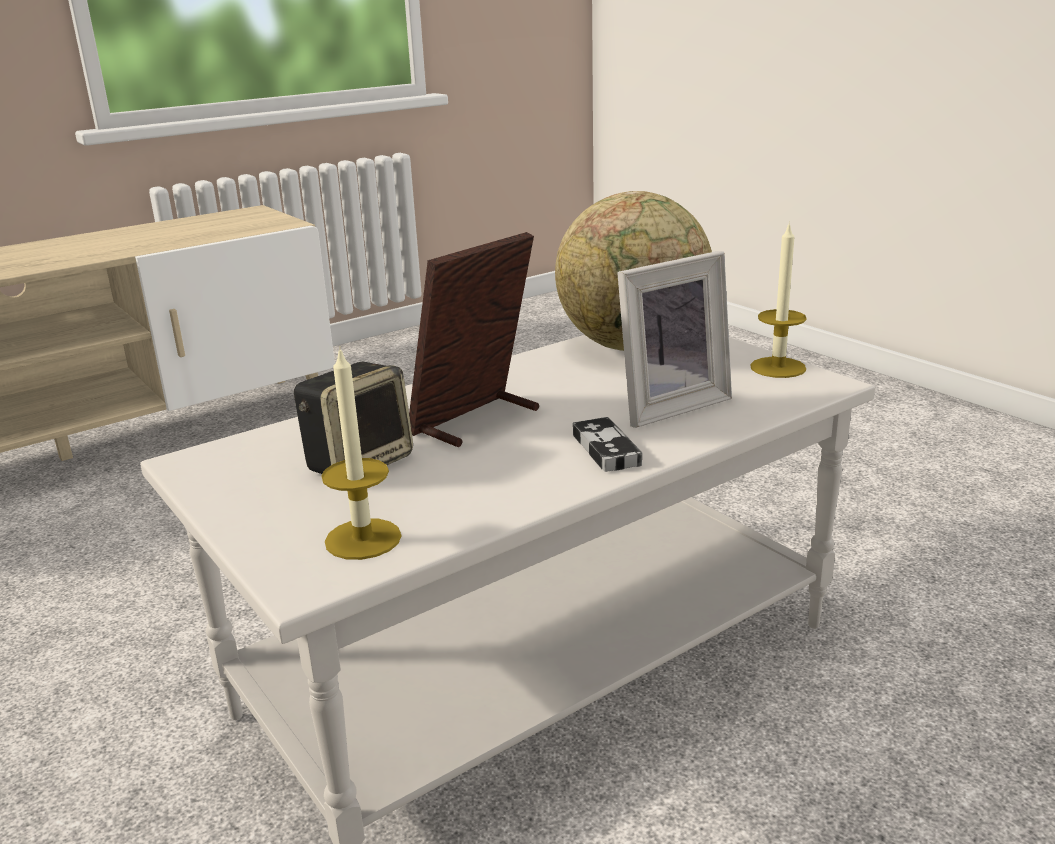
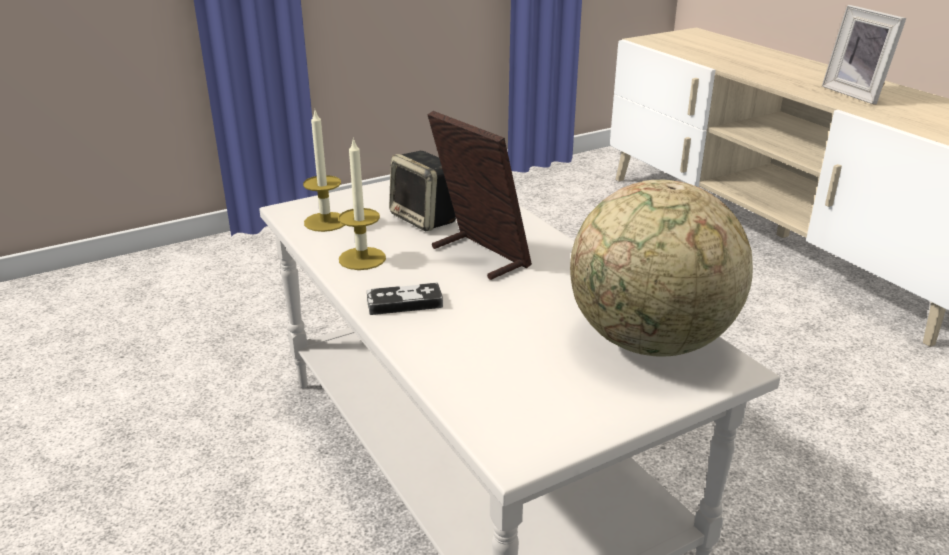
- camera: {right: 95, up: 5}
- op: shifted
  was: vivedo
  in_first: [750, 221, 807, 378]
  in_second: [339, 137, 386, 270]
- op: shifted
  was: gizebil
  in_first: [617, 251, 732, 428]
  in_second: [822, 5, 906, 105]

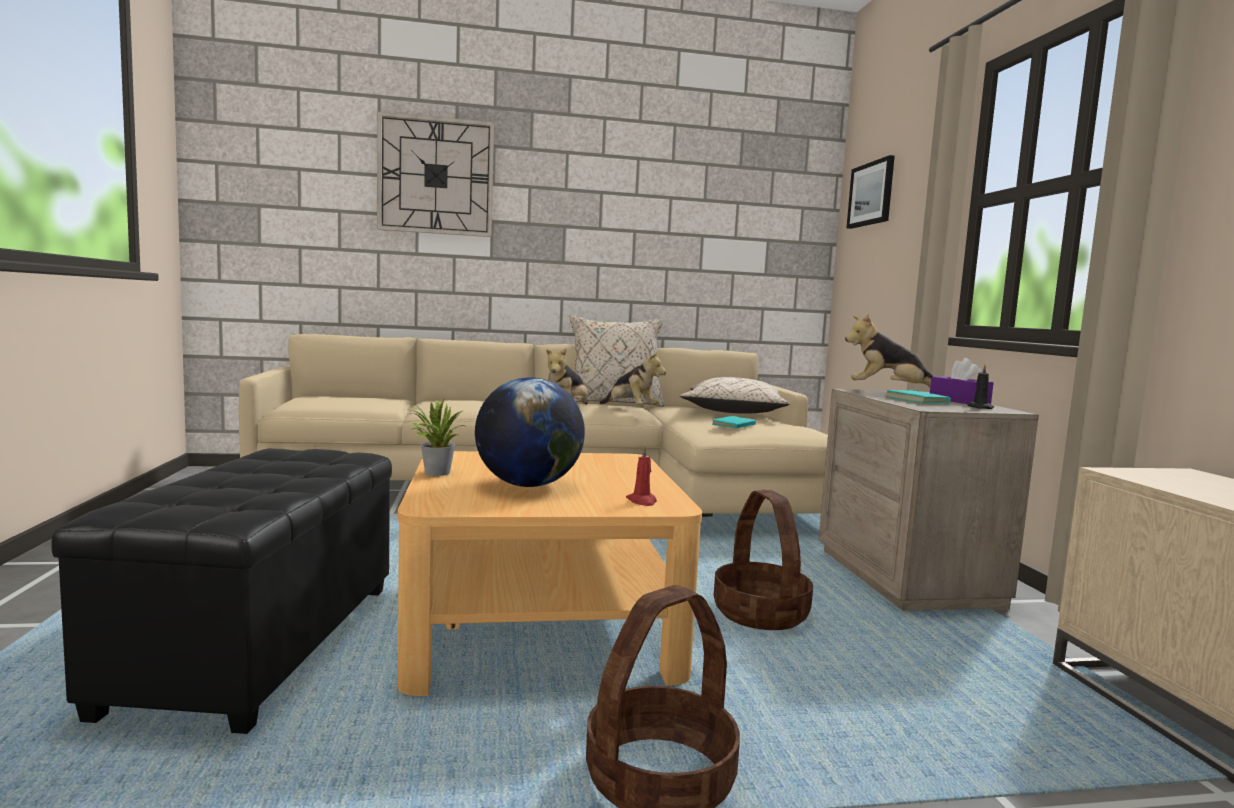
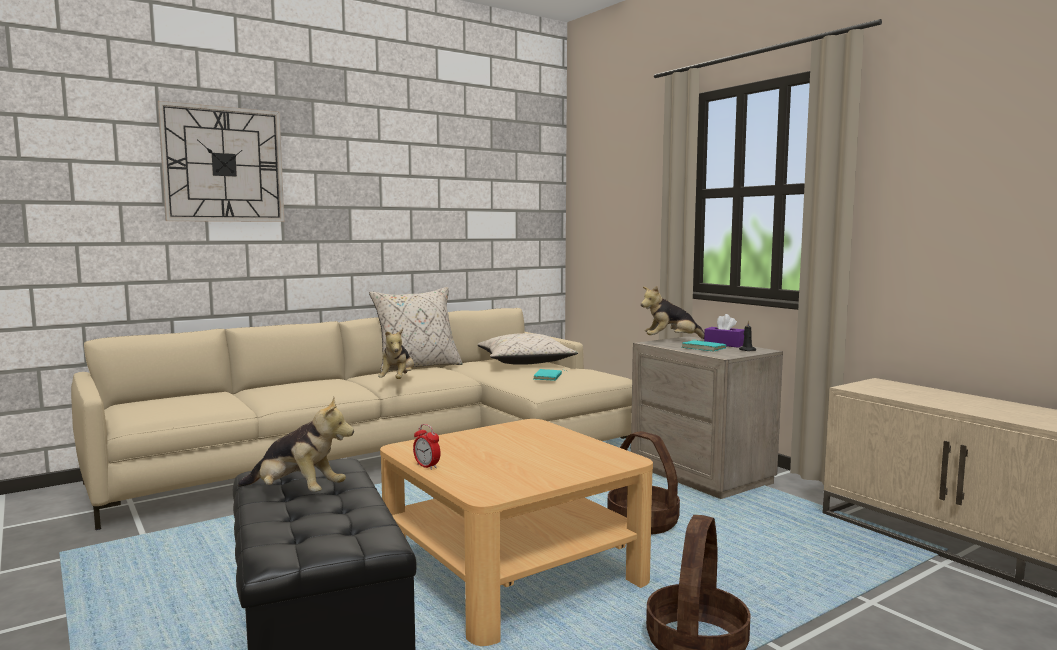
- camera: {right: -25, up: 0}
- op: gone
  was: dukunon
  in_first: [847, 155, 895, 229]
- op: shifted
  was: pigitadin
  in_first: [599, 351, 666, 404]
  in_second: [238, 397, 354, 492]
- op: gone
  was: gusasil
  in_first: [475, 377, 585, 487]
- op: swapped
  was: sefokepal
  now: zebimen
  in_first: [405, 399, 465, 476]
  in_second: [413, 424, 441, 470]
- op: gone
  was: red_vivedo
  in_first: [626, 446, 657, 506]

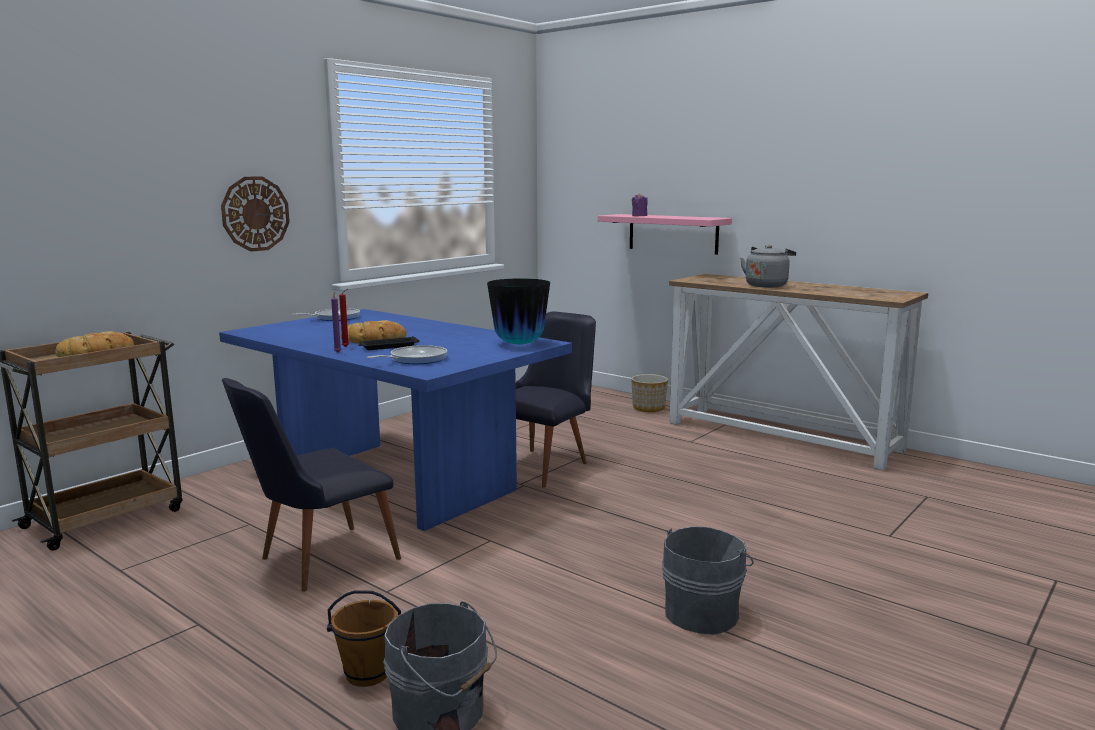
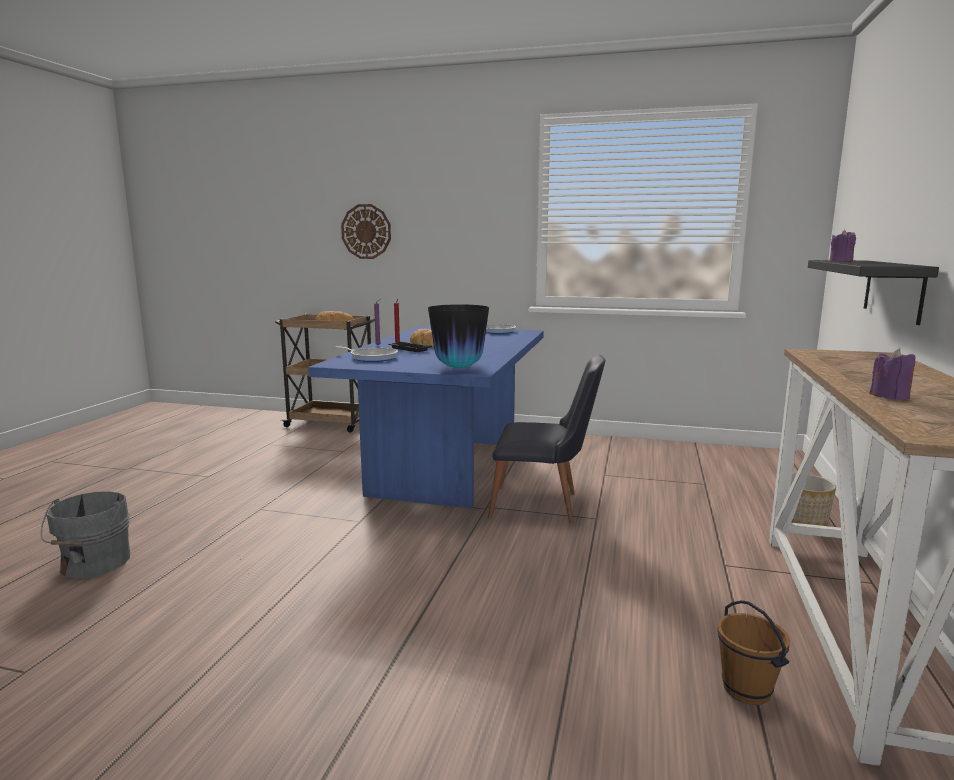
- camera: {right: 65, up: 0}
- op: shifted
  was: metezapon
  in_first: [221, 177, 290, 252]
  in_second: [341, 204, 391, 259]
- op: repainted
  was: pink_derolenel
  now: black_derolenel
  in_first: [598, 214, 732, 255]
  in_second: [808, 260, 939, 325]
- op: gone
  was: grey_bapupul
  in_first: [740, 245, 796, 288]
- op: gone
  was: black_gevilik
  in_first: [222, 378, 401, 592]
- op: gone
  was: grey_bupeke
  in_first: [662, 526, 754, 635]
- op: shifted
  was: brown_bupeke
  in_first: [327, 590, 401, 687]
  in_second: [717, 600, 790, 705]
- op: new
  now: purple_vivedo
  in_second: [870, 348, 916, 400]

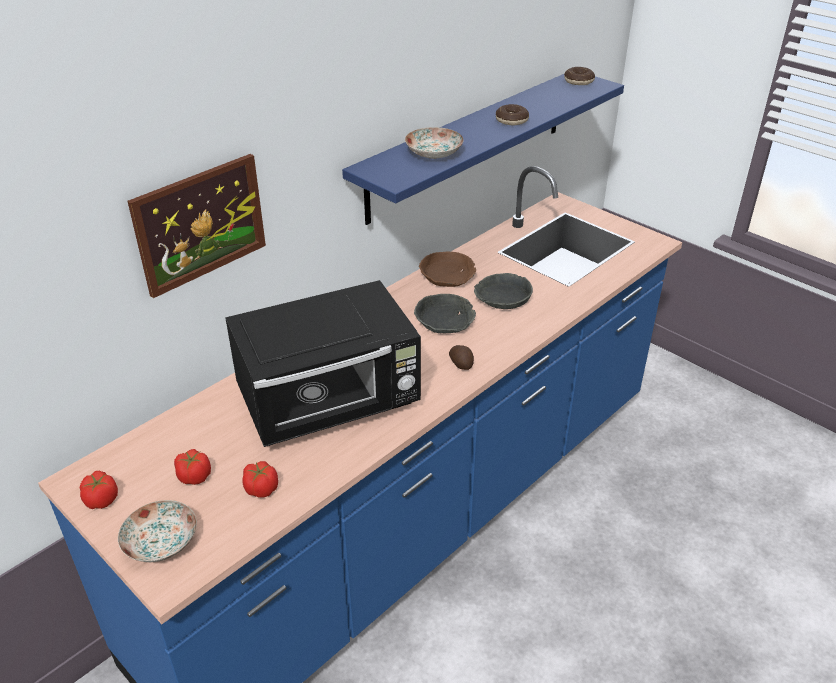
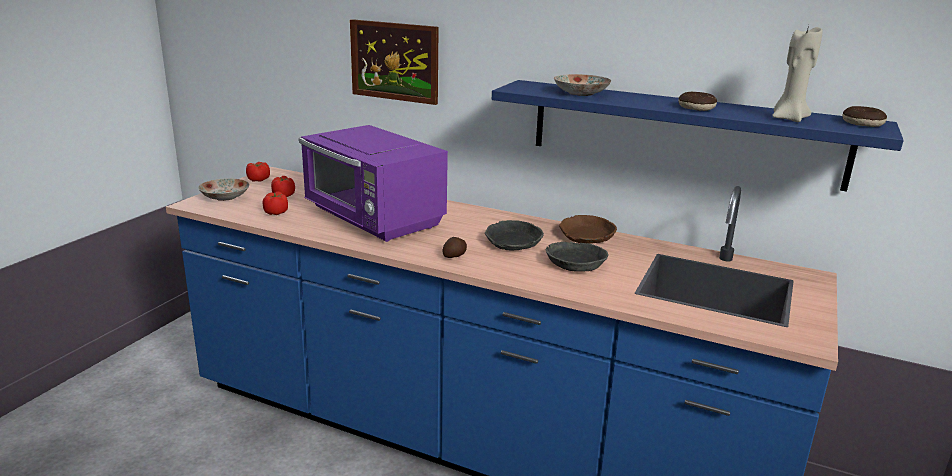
- camera: {right: 70, up: -15}
- op: repainted
  was: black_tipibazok
  now: purple_tipibazok
  in_first: [225, 280, 421, 447]
  in_second: [299, 125, 448, 242]
- op: new
  now: beige_vivedo
  in_second: [772, 25, 823, 122]

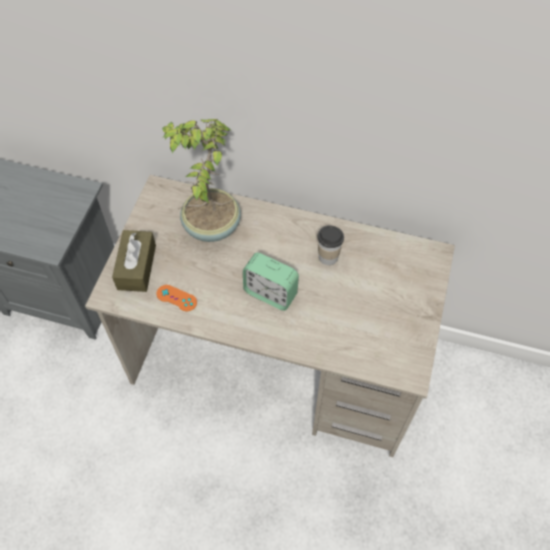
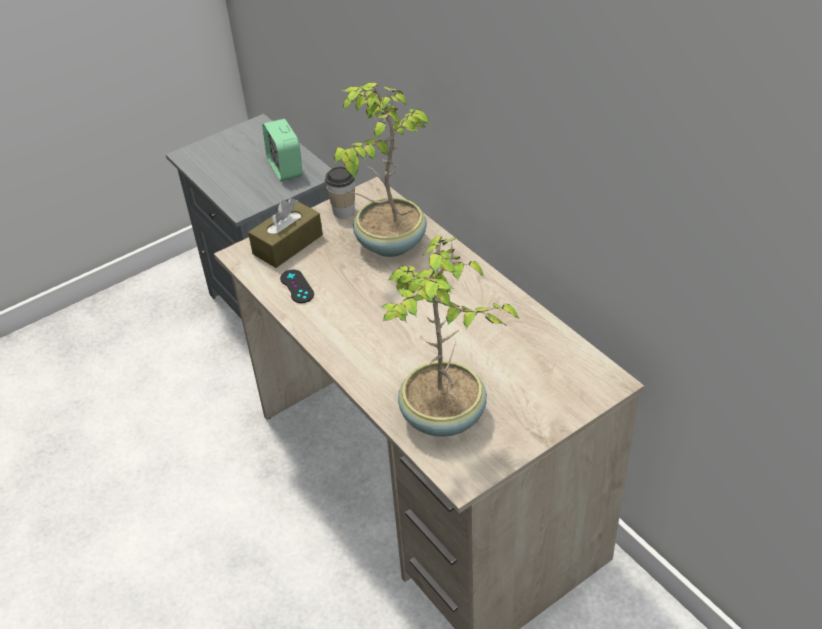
- camera: {right: 40, up: -15}
- op: shifted
  was: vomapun
  in_first: [318, 225, 344, 265]
  in_second: [325, 167, 355, 218]
- op: shifted
  was: zebimen
  in_first: [243, 253, 299, 311]
  in_second: [263, 119, 303, 181]
- op: repainted
  was: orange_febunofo
  now: black_febunofo
  in_first: [156, 285, 197, 311]
  in_second: [280, 270, 314, 303]
- op: new
  now: sefokepal
  in_second: [380, 235, 520, 437]

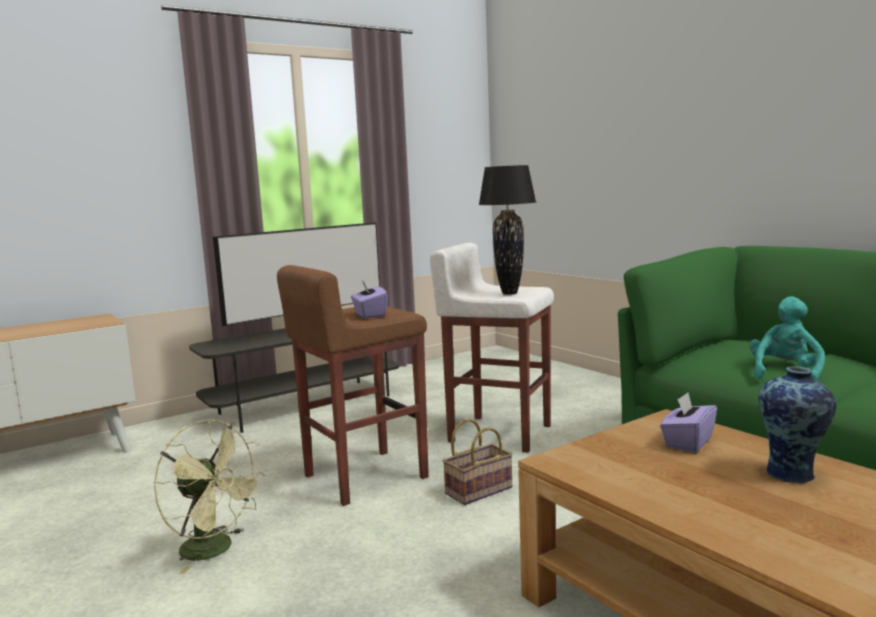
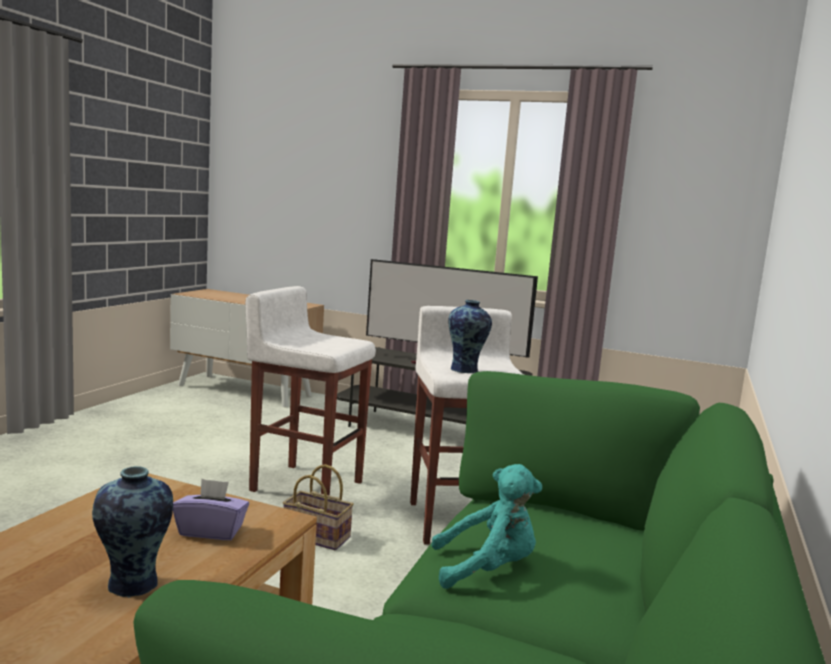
- camera: {right: 55, up: 0}
- op: swapped
  was: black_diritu
  now: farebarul
  in_first: [479, 165, 536, 295]
  in_second: [448, 300, 492, 373]
- op: repainted
  was: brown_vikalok
  now: white_vikalok
  in_first: [277, 265, 429, 506]
  in_second: [245, 286, 376, 496]
- op: gone
  was: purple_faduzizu
  in_first: [351, 281, 388, 318]
- op: gone
  was: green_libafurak
  in_first: [154, 419, 266, 574]

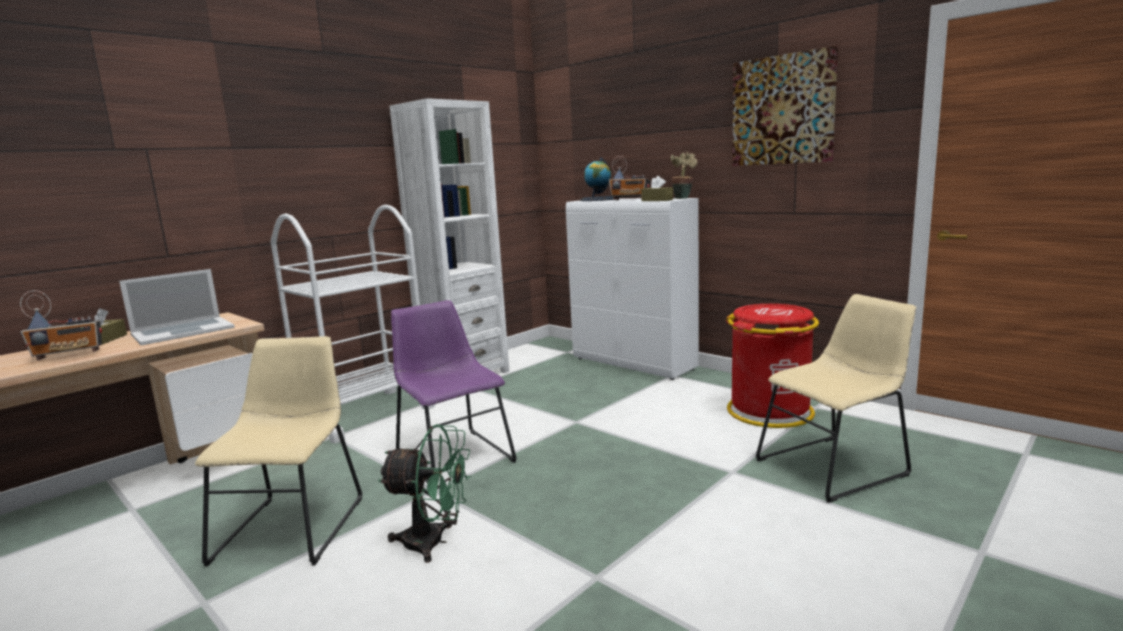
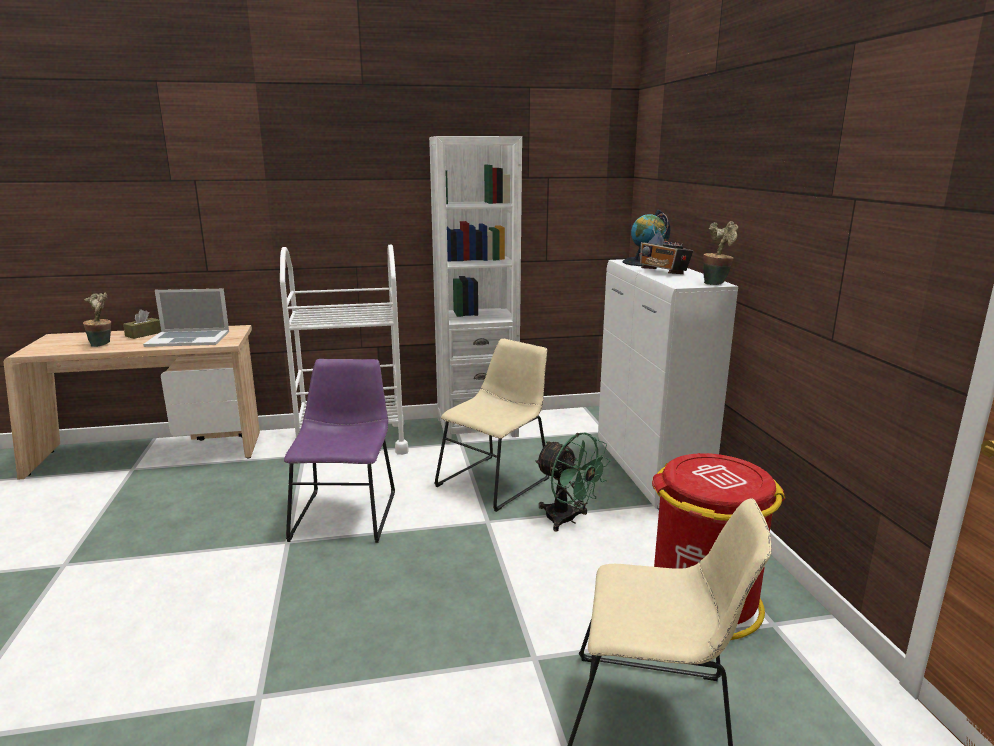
- camera: {right: 35, up: 5}
- op: gone
  was: dukunon
  in_first: [732, 46, 838, 166]
- op: gone
  was: brown_faduzizu
  in_first: [641, 176, 673, 201]
- op: swapped
  was: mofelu
  now: sefokepal
  in_first: [20, 290, 102, 361]
  in_second: [83, 293, 111, 347]
- op: shifted
  was: beige_gevilik
  in_first: [195, 336, 362, 567]
  in_second: [434, 338, 549, 512]
- op: shifted
  was: green_libafurak
  in_first: [378, 424, 471, 563]
  in_second: [535, 433, 611, 531]

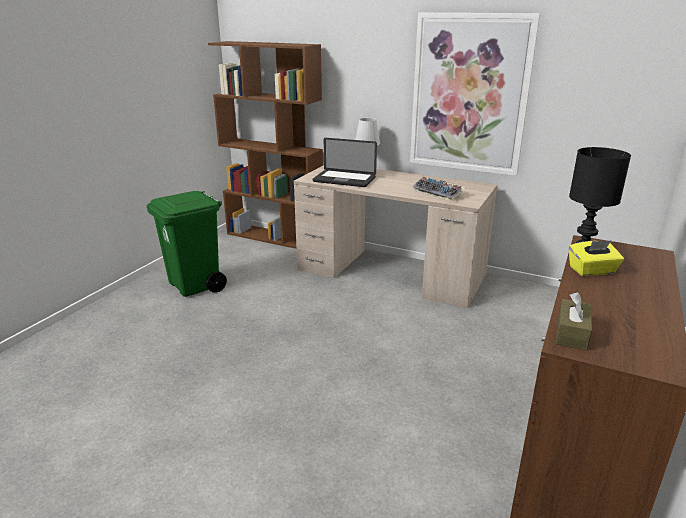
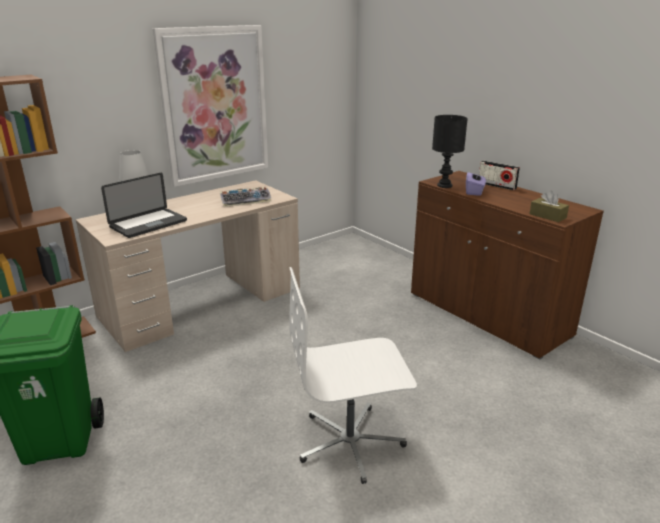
- camera: {right: -65, up: 0}
- op: repainted
  was: yellow_faduzizu
  now: purple_faduzizu
  in_first: [569, 240, 624, 276]
  in_second: [466, 171, 486, 196]
- op: new
  now: mofelu
  in_second: [479, 161, 520, 190]
- op: new
  now: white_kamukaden
  in_second: [289, 267, 417, 484]

